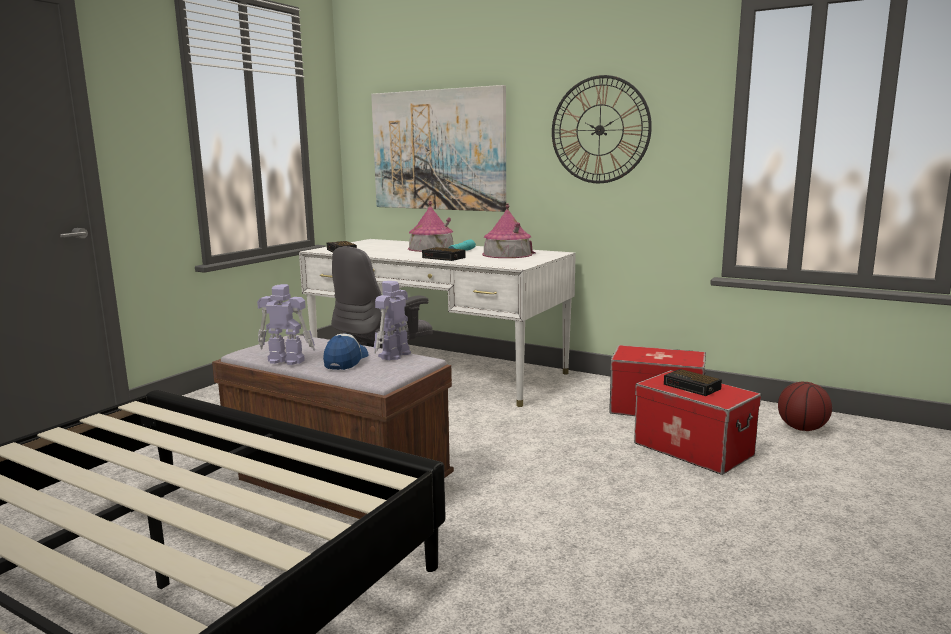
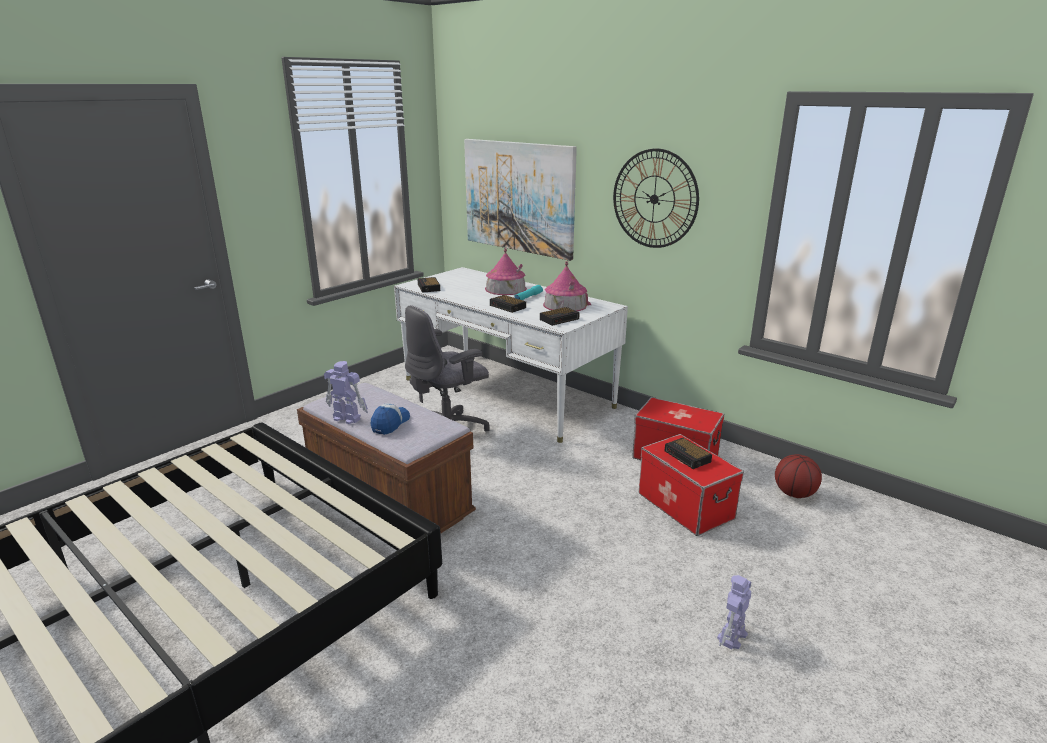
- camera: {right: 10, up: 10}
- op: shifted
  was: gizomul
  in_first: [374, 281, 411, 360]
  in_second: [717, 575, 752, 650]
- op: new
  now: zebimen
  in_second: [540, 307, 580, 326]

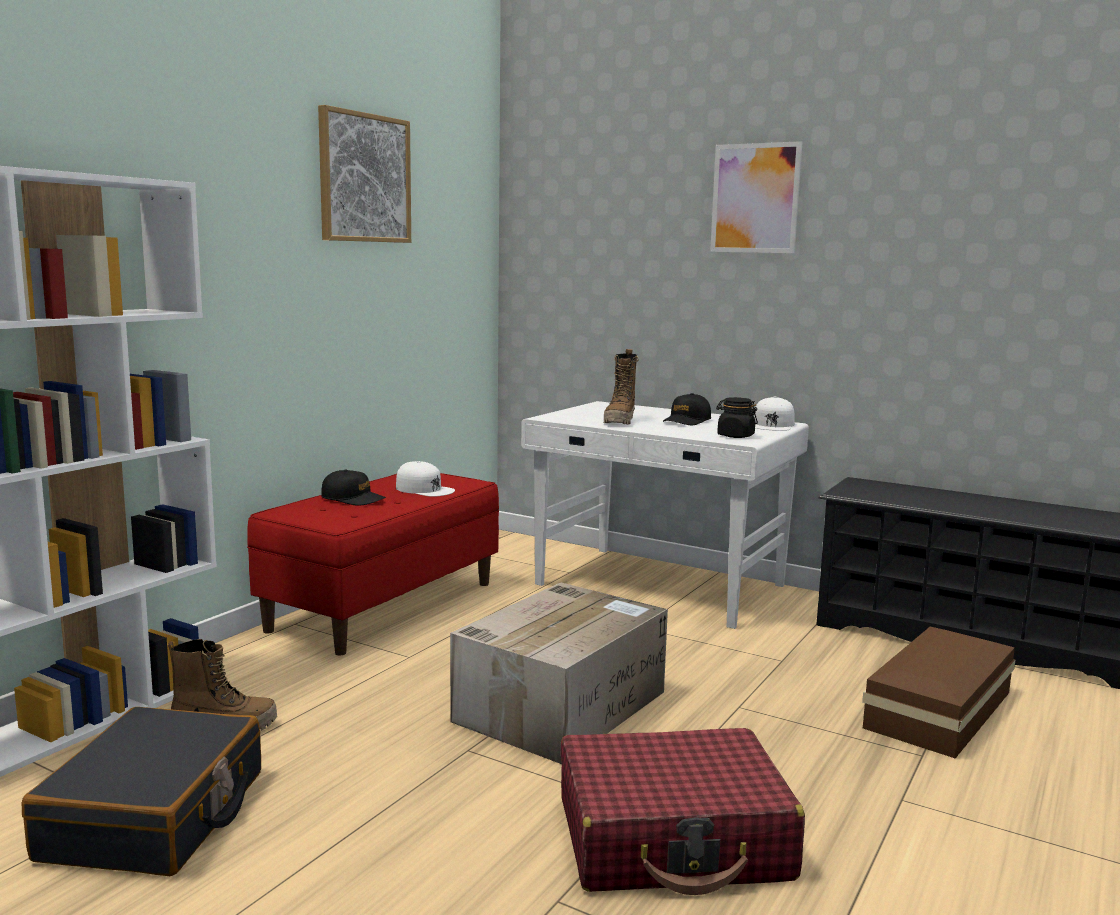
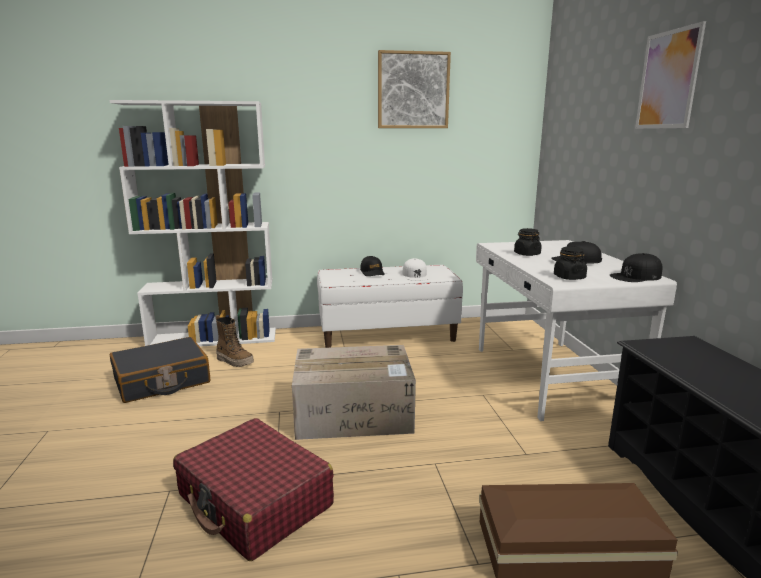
- camera: {right: 50, up: 5}
- op: swapped
  was: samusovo
  now: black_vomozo
  in_first: [604, 349, 639, 424]
  in_second: [514, 228, 542, 256]
- op: repainted
  was: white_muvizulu
  now: black_muvizulu
  in_first: [754, 397, 795, 431]
  in_second: [610, 253, 662, 282]
- op: repainted
  was: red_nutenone
  now: white_nutenone
  in_first: [247, 473, 499, 655]
  in_second: [317, 265, 463, 348]

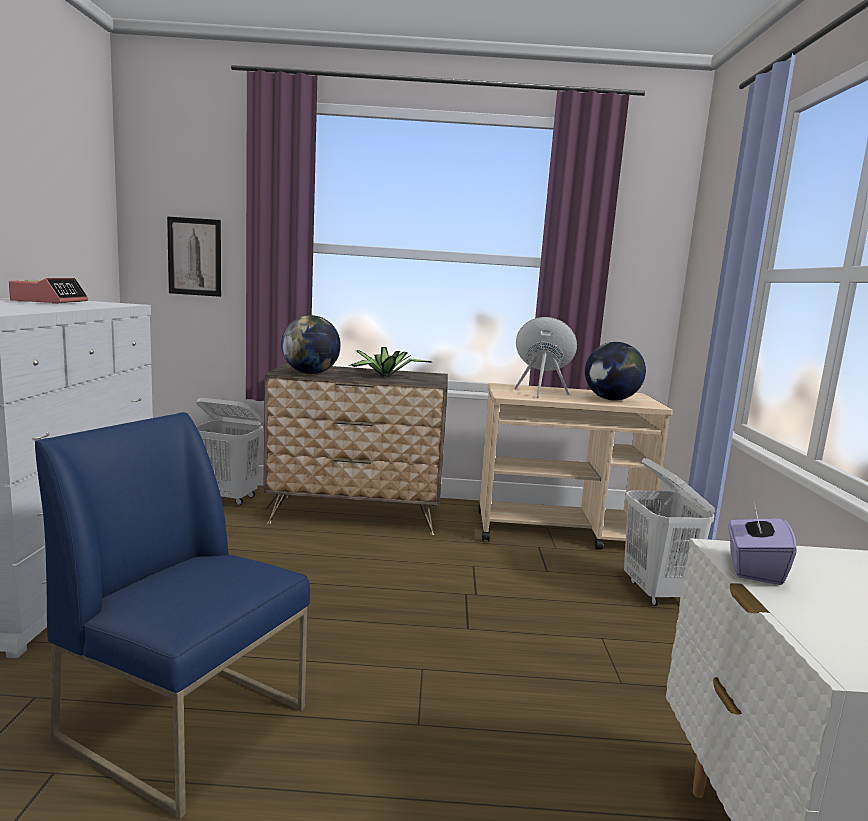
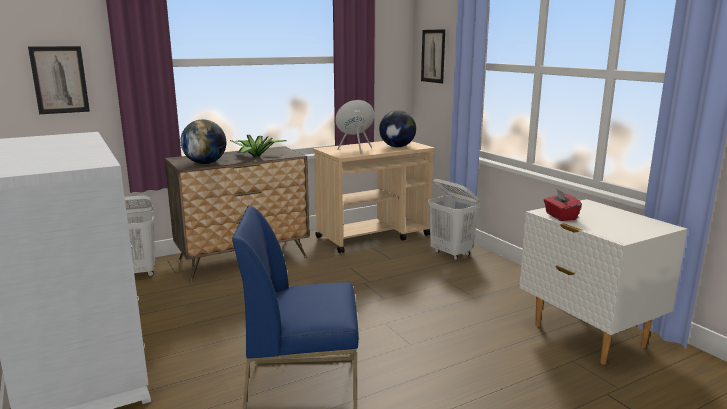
- camera: {right: -30, up: 5}
- op: gone
  was: zebimen
  in_first: [9, 278, 88, 304]
- op: repainted
  was: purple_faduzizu
  now: red_faduzizu
  in_first: [728, 502, 797, 585]
  in_second: [544, 188, 582, 221]
- op: new
  now: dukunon
  in_second: [421, 29, 445, 83]

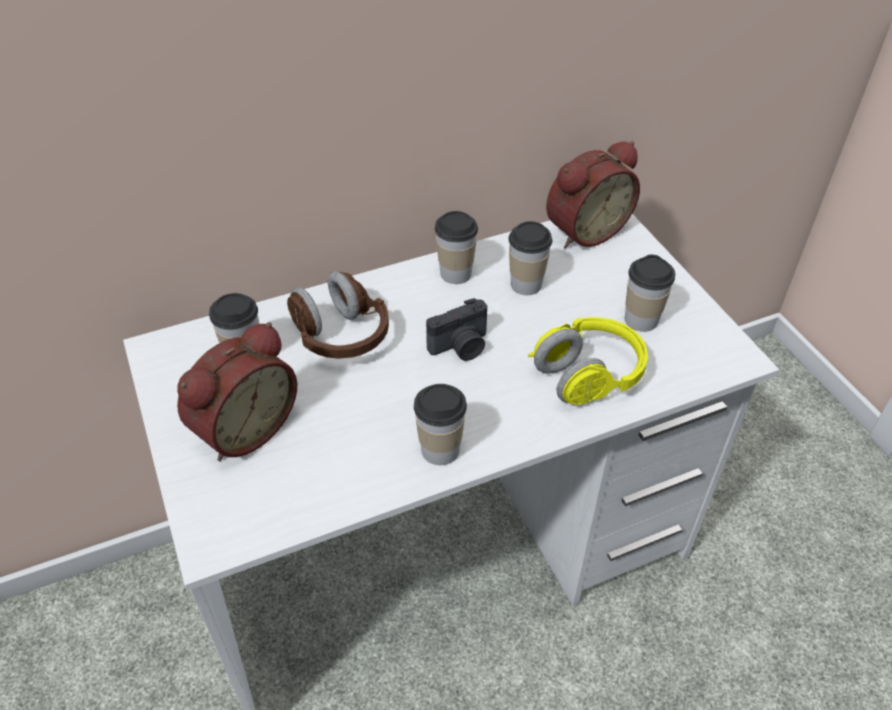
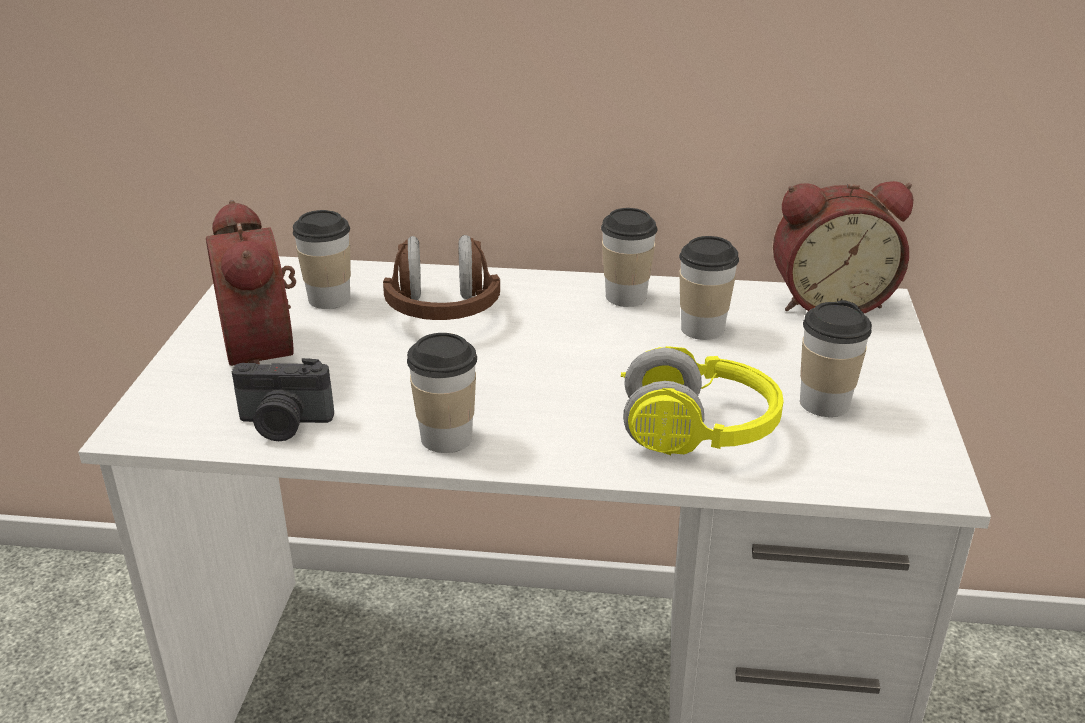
- camera: {right: 30, up: -15}
- op: shifted
  was: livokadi
  in_first: [426, 298, 487, 361]
  in_second: [232, 358, 334, 441]
- op: rotated
  was: zebimen
  in_first: [177, 322, 297, 461]
  in_second: [206, 200, 296, 366]
  clockwise: 90

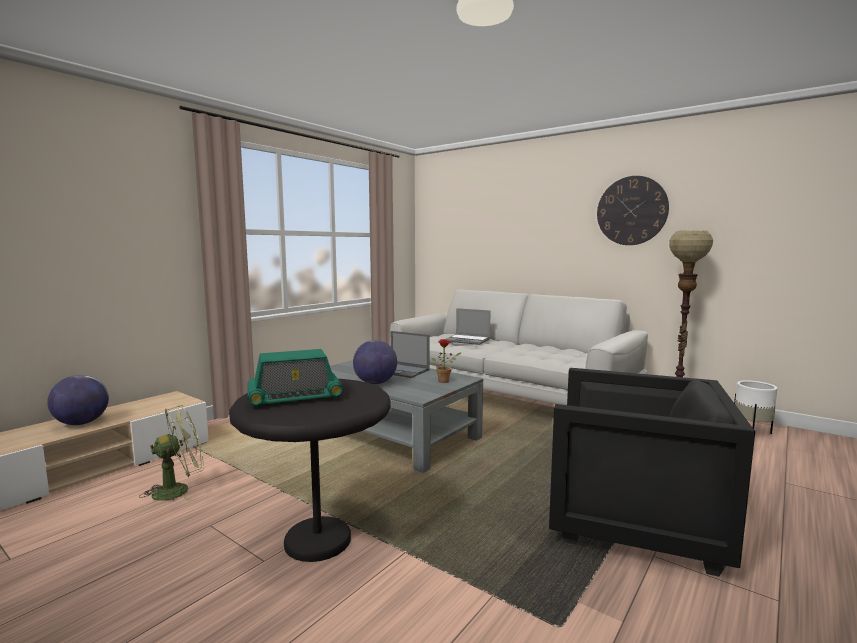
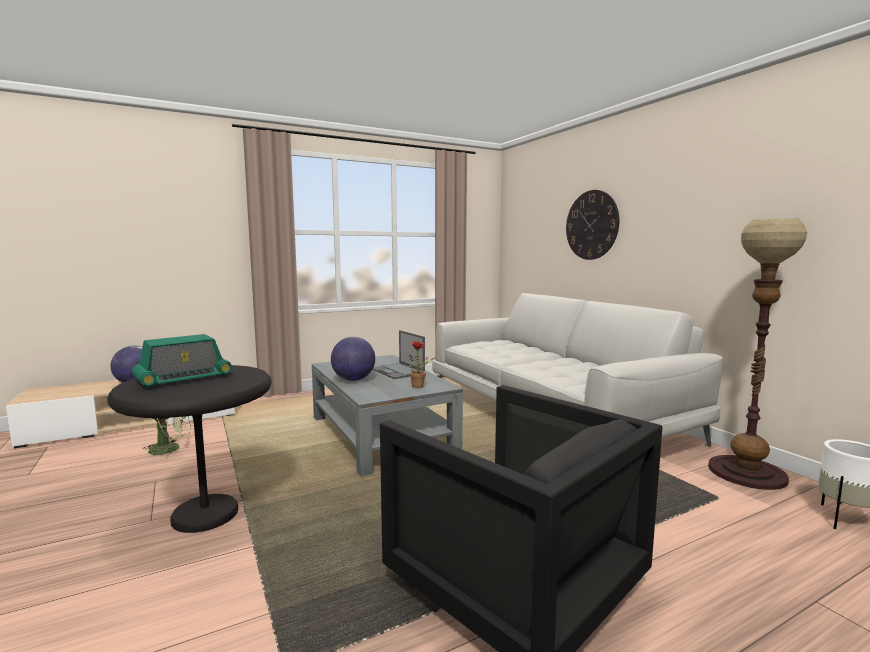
- camera: {right: 25, up: 0}
- op: shifted
  was: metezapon
  in_first: [597, 176, 669, 245]
  in_second: [566, 190, 619, 260]
- op: gone
  was: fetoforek
  in_first: [446, 308, 491, 345]
- op: rotated
  was: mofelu
  in_first: [247, 349, 343, 408]
  in_second: [132, 334, 232, 389]
  clockwise: -45

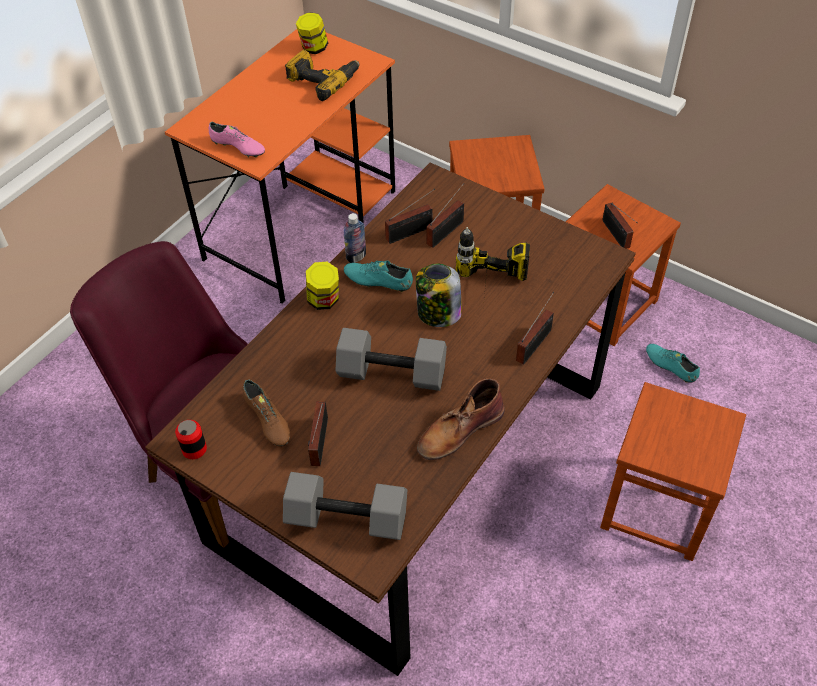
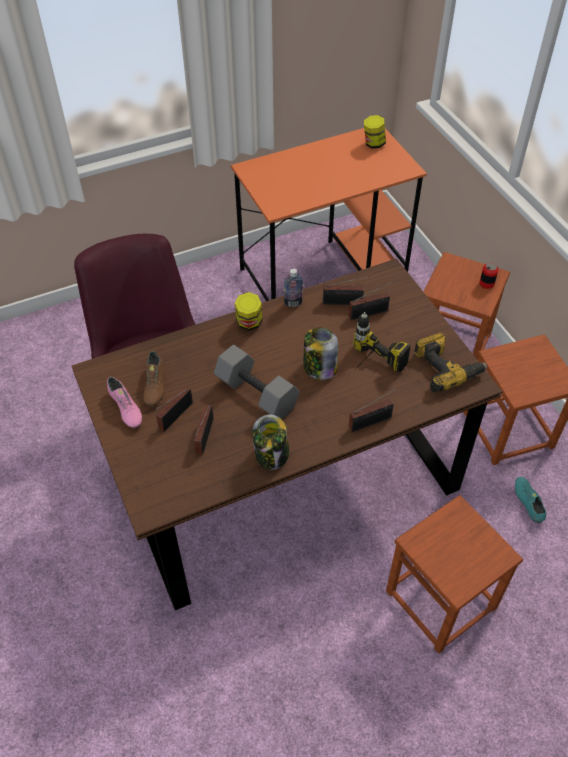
- camera: {right: 30, up: 0}
- op: shifted
  was: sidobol
  in_first: [285, 50, 359, 101]
  in_second: [414, 332, 488, 392]
- op: shifted
  was: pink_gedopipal
  in_first: [209, 122, 265, 157]
  in_second: [107, 377, 142, 428]
- op: shifted
  was: mofelu
  in_first: [603, 203, 638, 249]
  in_second: [194, 404, 214, 455]
- op: gone
  was: turquoise_gedopipal
  in_first: [344, 261, 413, 292]
- op: swapped
  was: brown_samusovo
  now: vomozo
  in_first: [417, 378, 505, 460]
  in_second: [252, 414, 289, 470]
- op: shifted
  was: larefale
  in_first: [175, 420, 207, 459]
  in_second: [479, 263, 499, 289]
- op: gone
  was: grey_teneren
  in_first: [283, 472, 407, 540]

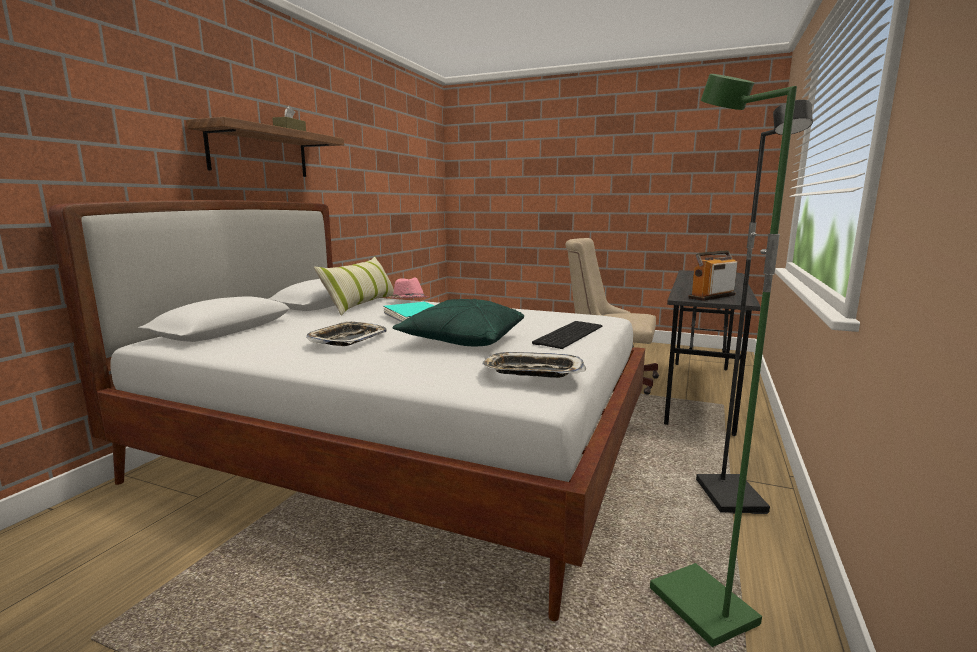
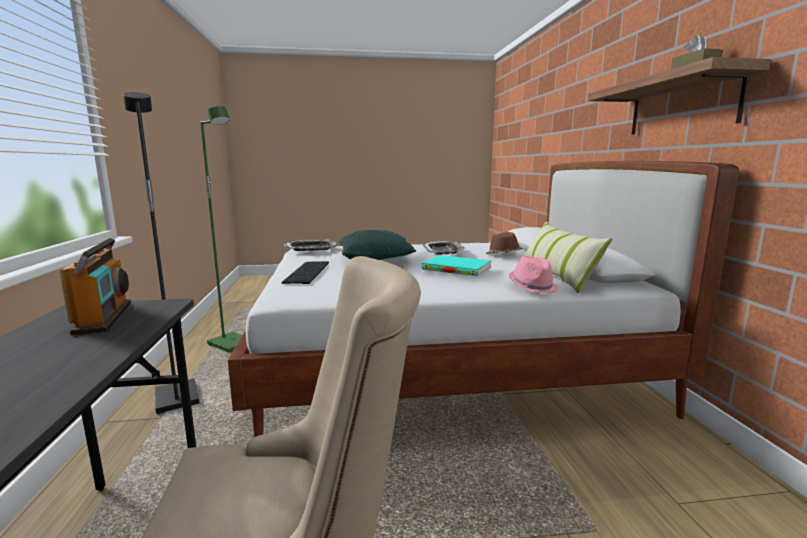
- camera: {right: 150, up: 0}
- op: rotated
  was: mofelu
  in_first: [688, 250, 737, 301]
  in_second: [59, 238, 131, 336]
  clockwise: -45
- op: new
  now: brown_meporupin
  in_second: [486, 232, 522, 254]

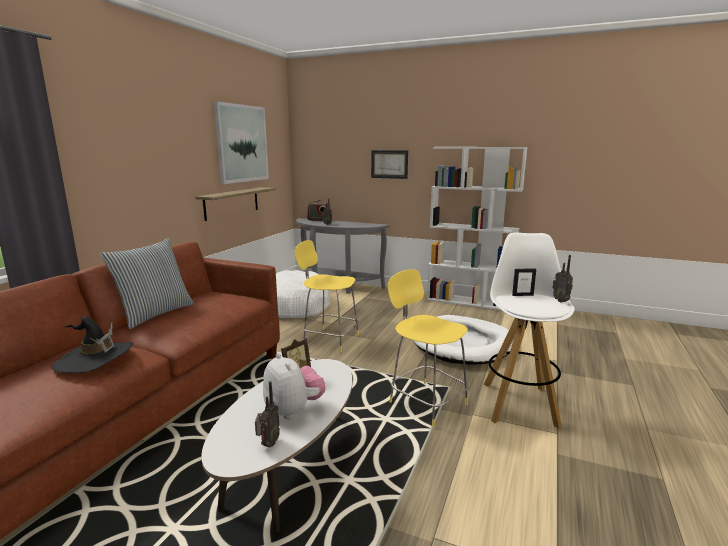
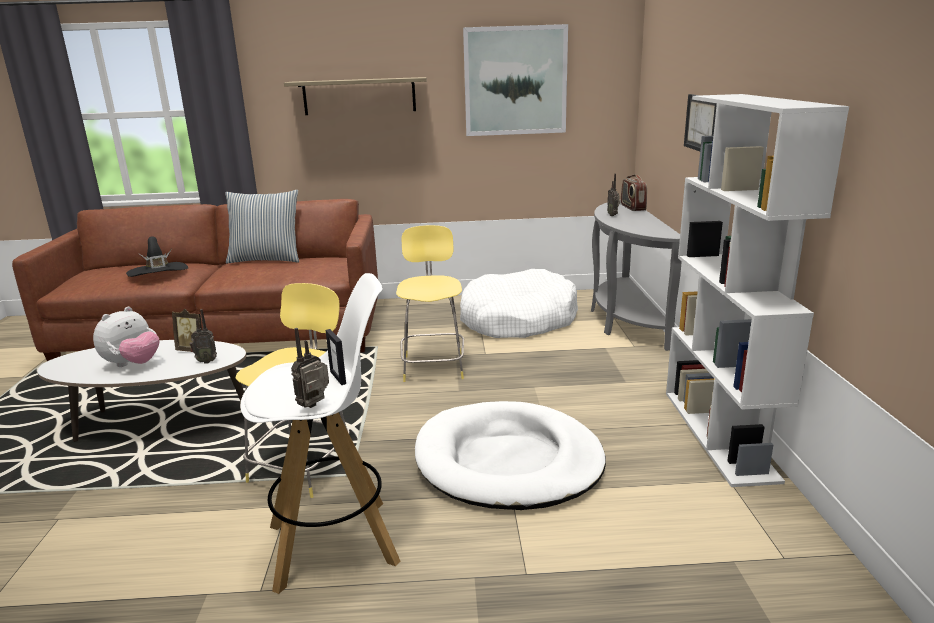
- camera: {right: 65, up: 5}
- op: shifted
  was: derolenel
  in_first: [196, 187, 276, 221]
  in_second: [284, 77, 427, 115]
- op: shifted
  was: mofelu
  in_first: [255, 381, 280, 448]
  in_second: [190, 309, 217, 364]

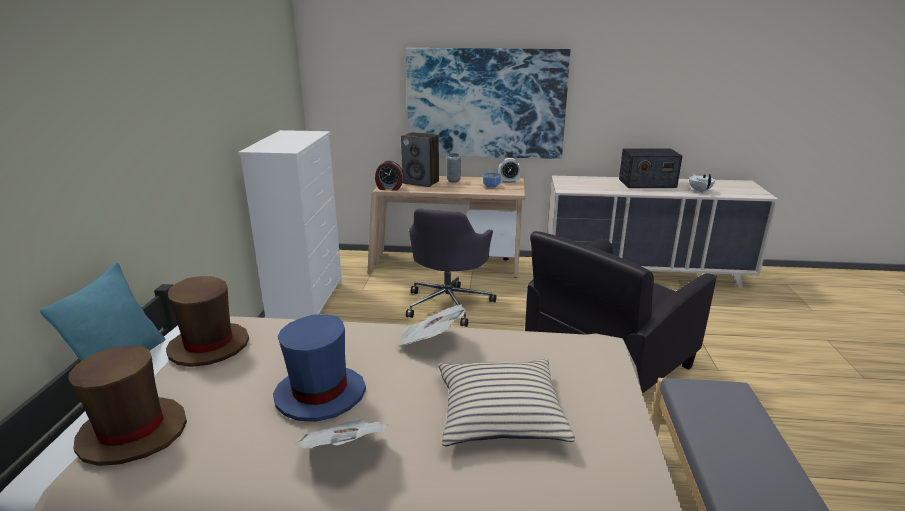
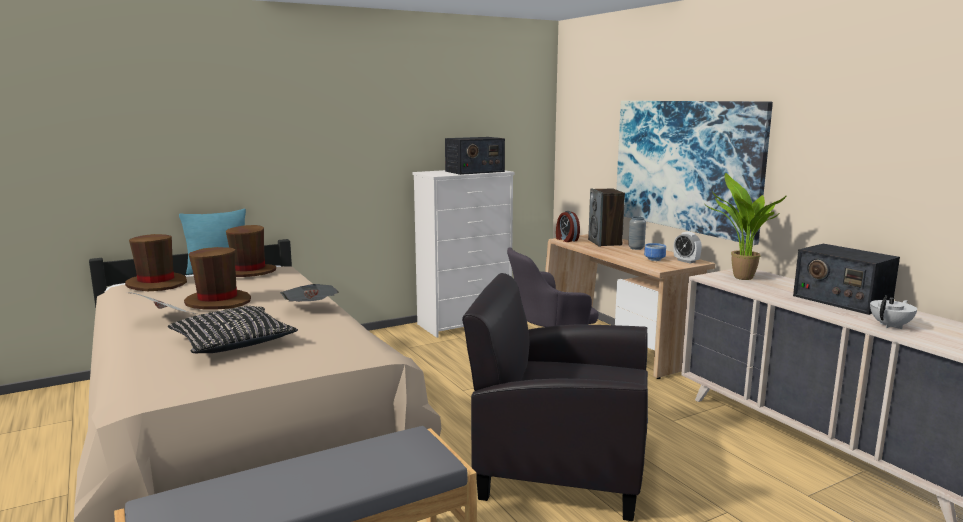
- camera: {right: 55, up: -10}
- op: repainted
  was: blue_meporupin
  now: brown_meporupin
  in_first: [273, 314, 366, 422]
  in_second: [184, 247, 251, 309]
- op: repainted
  was: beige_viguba
  now: black_viguba
  in_first: [438, 359, 575, 446]
  in_second: [168, 306, 298, 353]
- op: new
  now: mofelu
  in_second: [445, 137, 505, 175]
- op: new
  now: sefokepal
  in_second: [706, 173, 786, 280]

